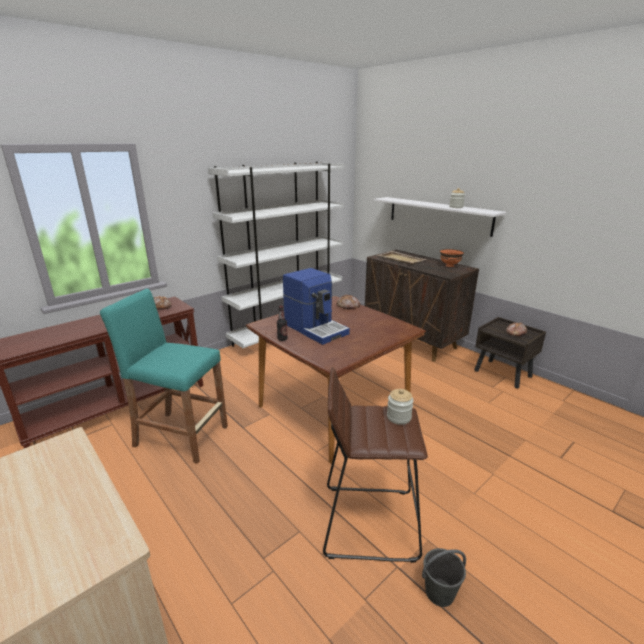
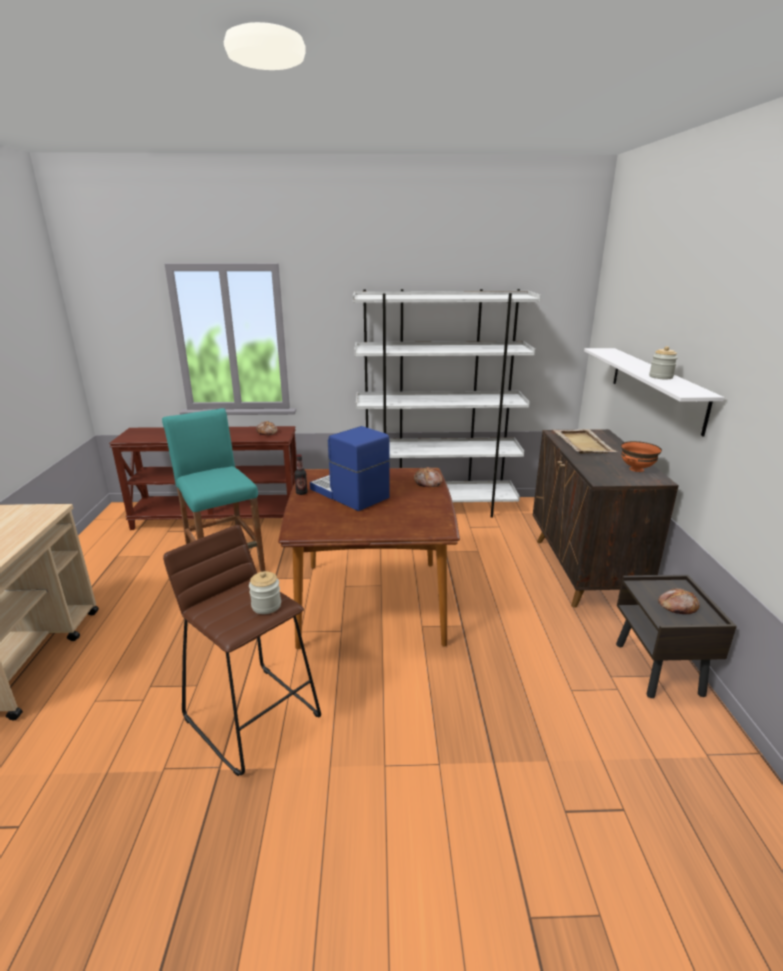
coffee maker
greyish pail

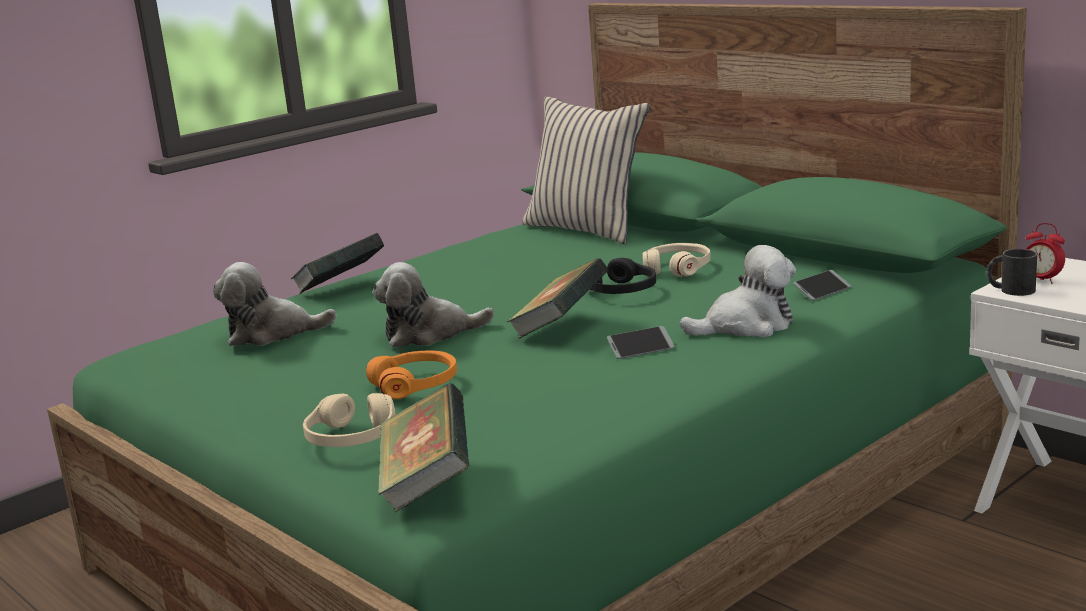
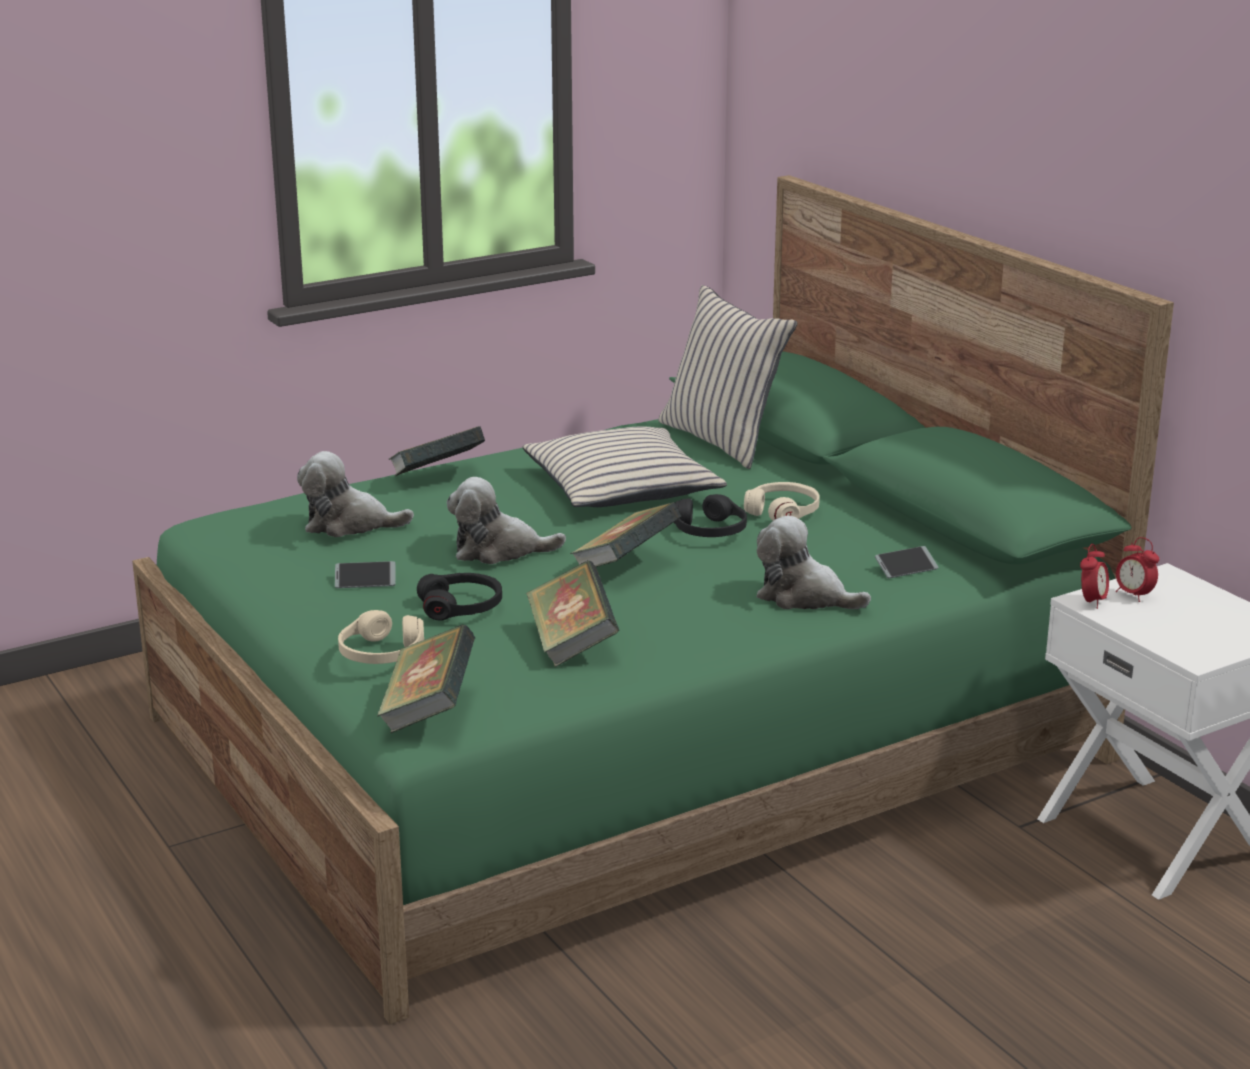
black headphones (1st from left)
handset (1st from left)
cuddly toy (3rd from left)
alarm clock (1st from left)
beige-coloured pillow (1st from left)
volume (3rd from left)

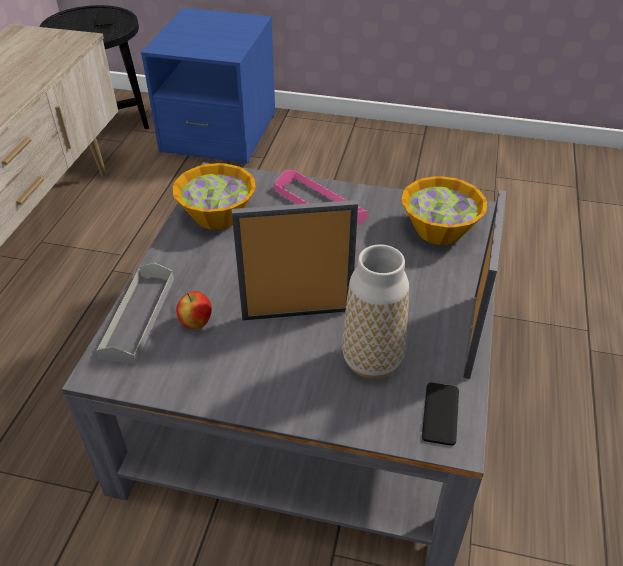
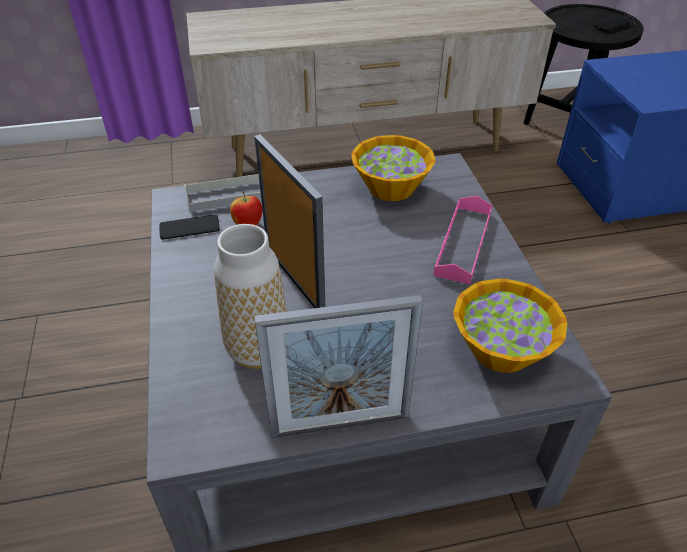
handset (1st from left)

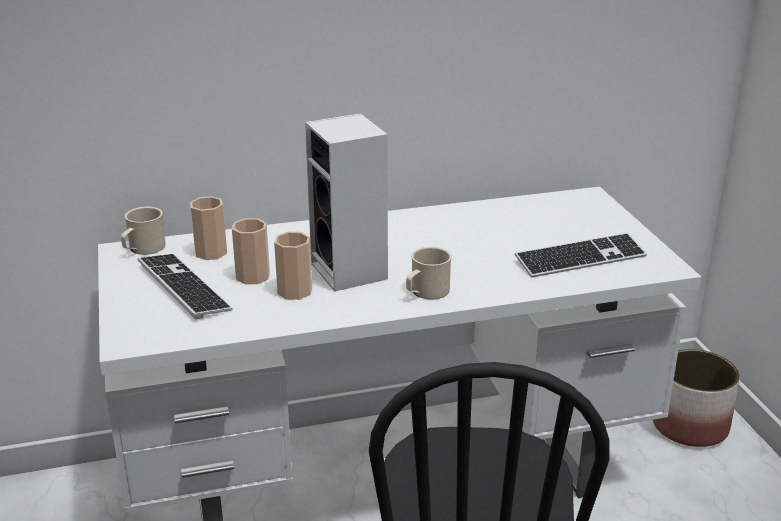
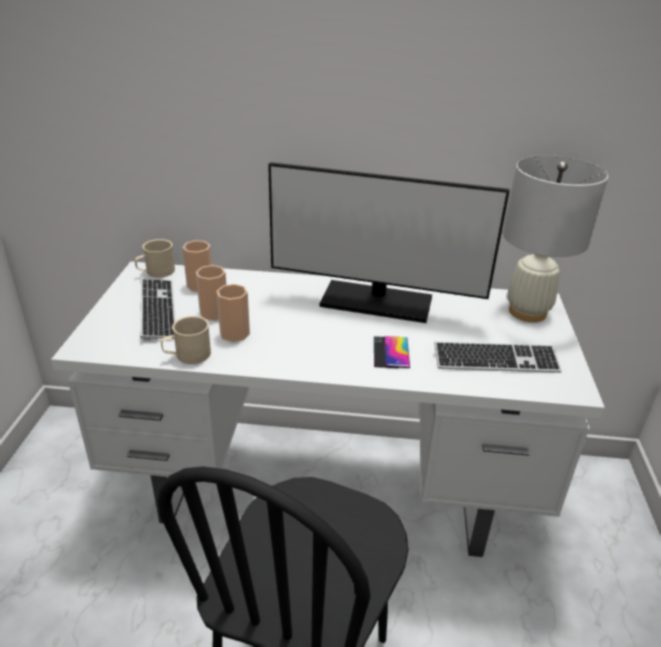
speaker
beige-coloured mug (2nd from left)
planter
computer display
handset
whitish lamp for a table

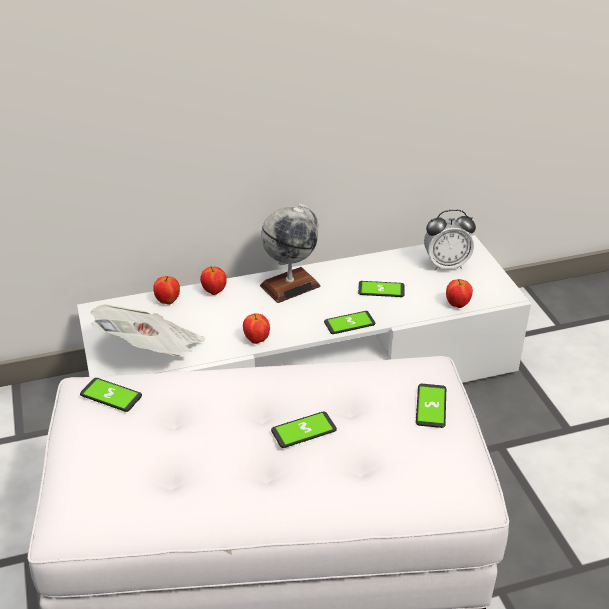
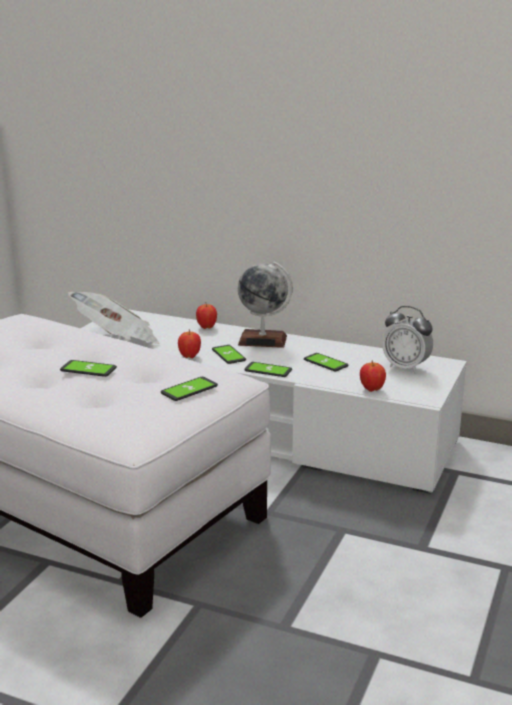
handset (3rd from left)
apple (1st from left in the first image)

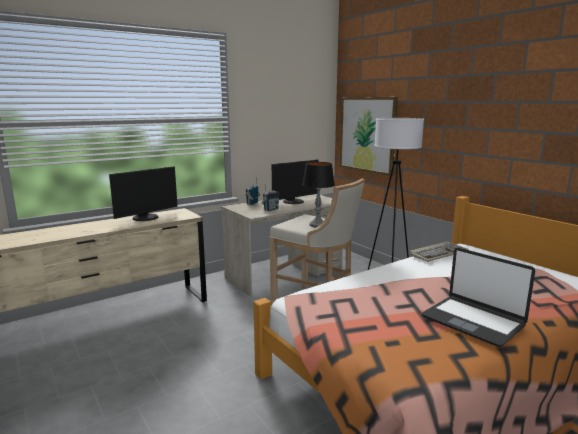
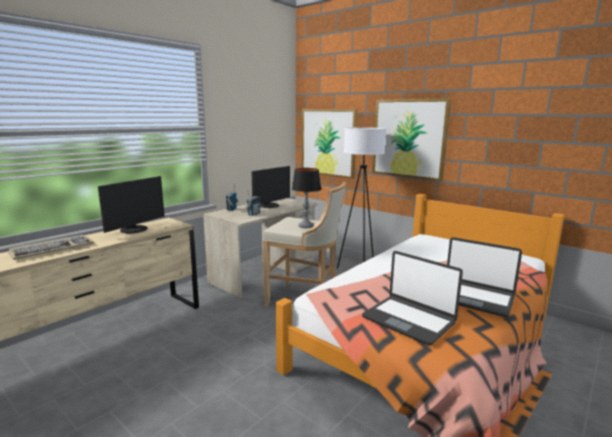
keyboard
portable computer (1st from left)
wall picture (2nd from left)

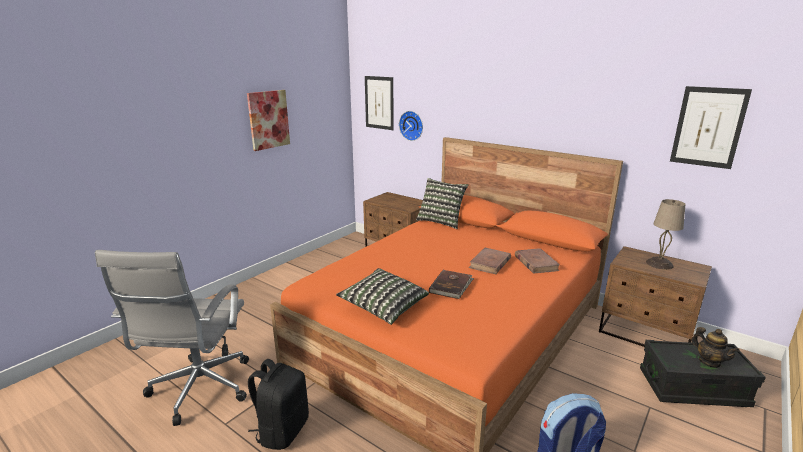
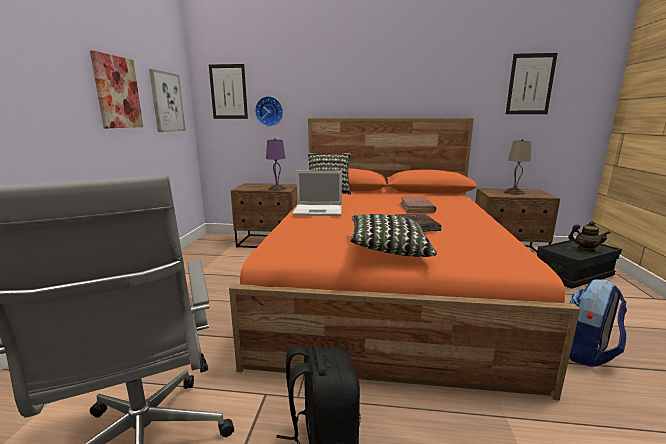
brown-coloured volume (3rd from left in the first image)
wall picture (2nd from left)
purple lamp for a table
portable computer

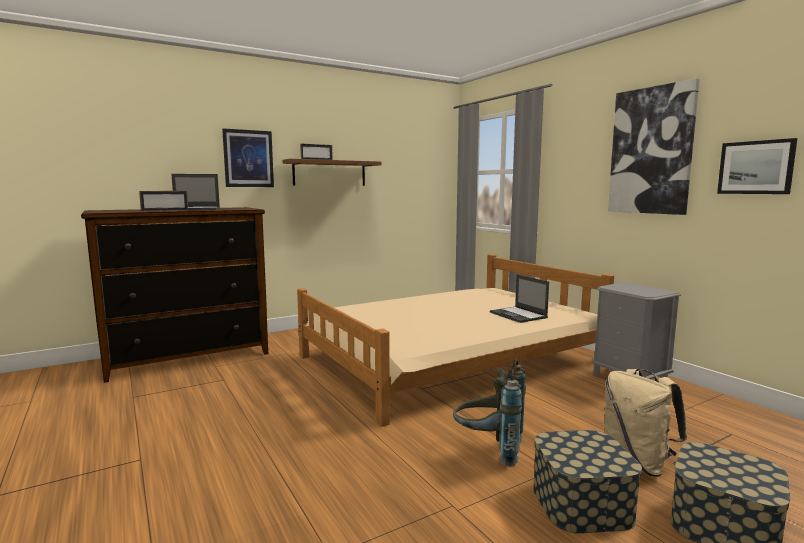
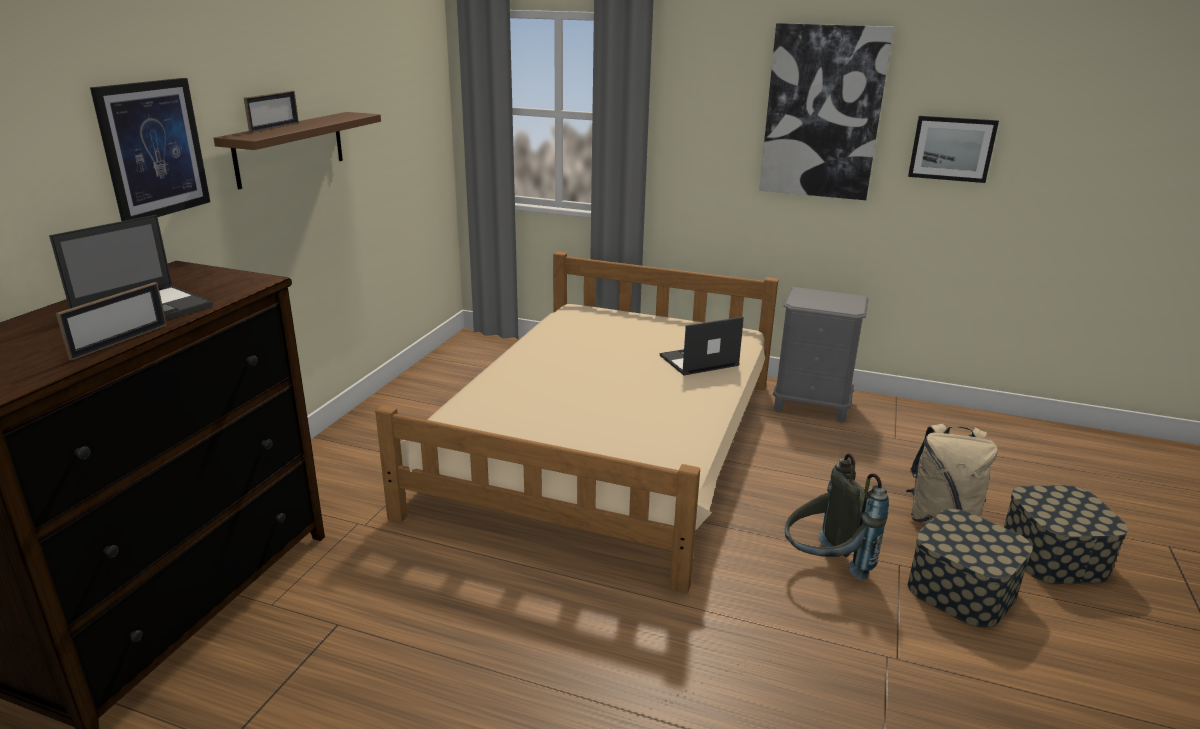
portable computer (2nd from left)

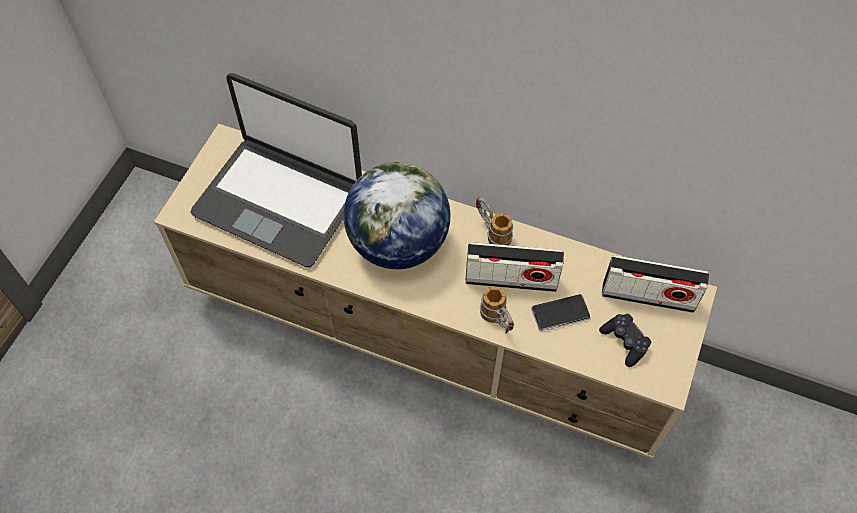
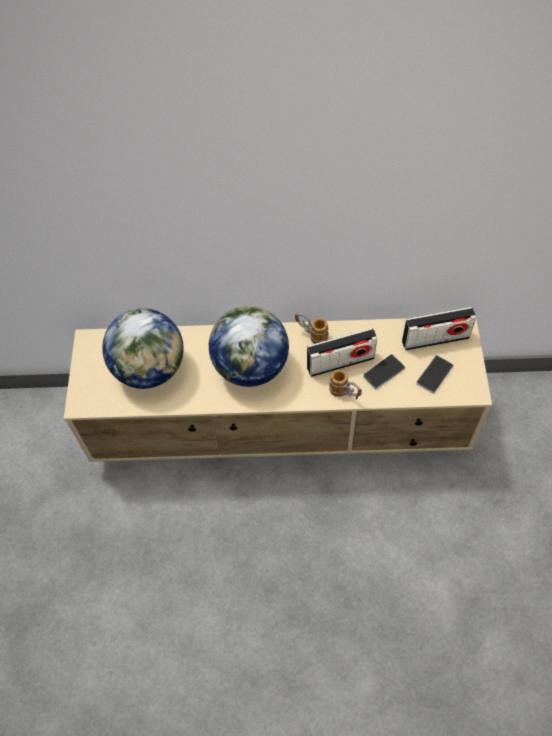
world globe (1st from left)
handset (2nd from left)

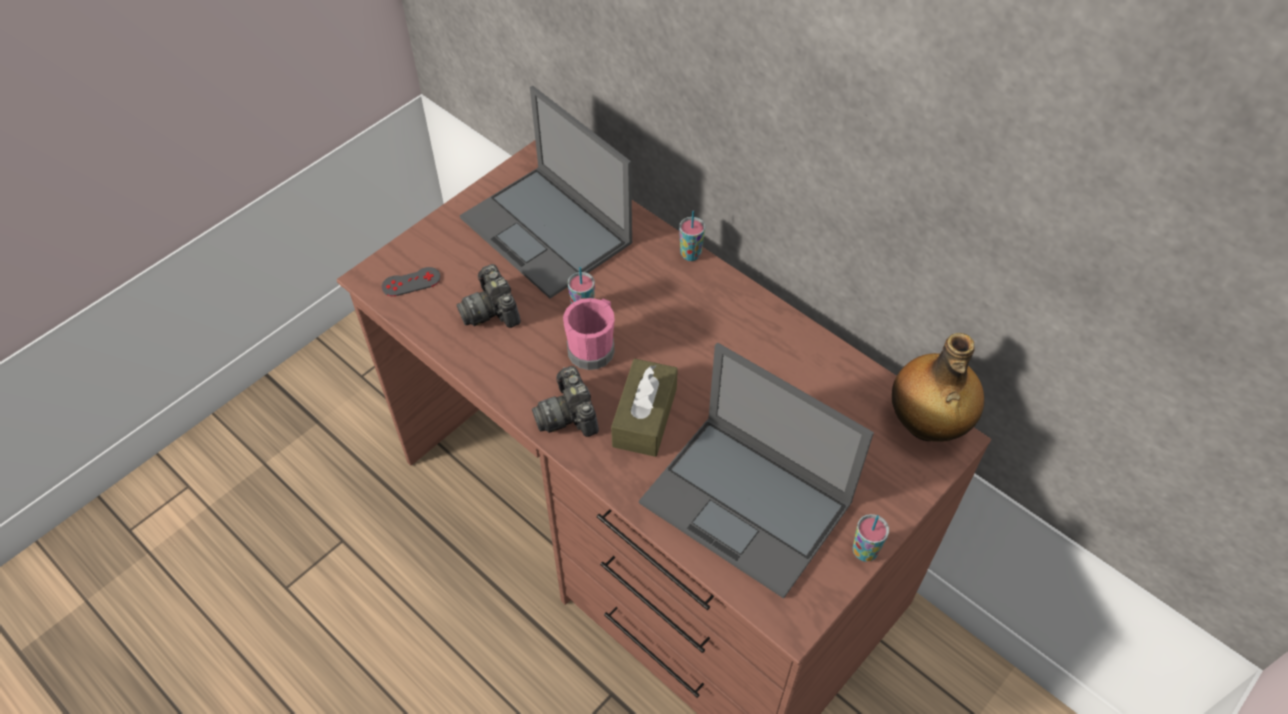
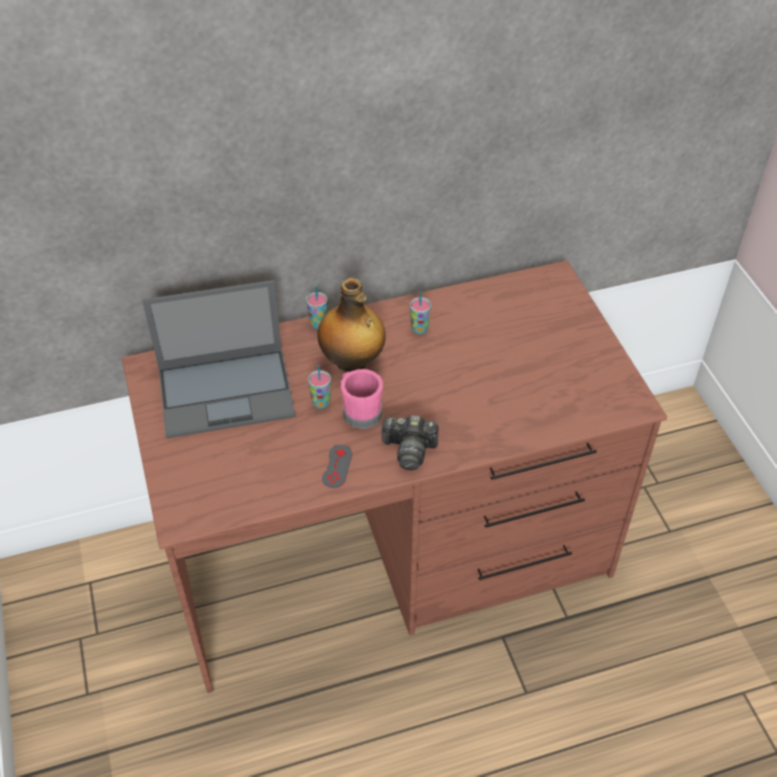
greyish game controller
still camera (1st from left in the first image)
brown-coloured tissue box
portable computer (2nd from left in the first image)
cup (3rd from left)
drink bottle

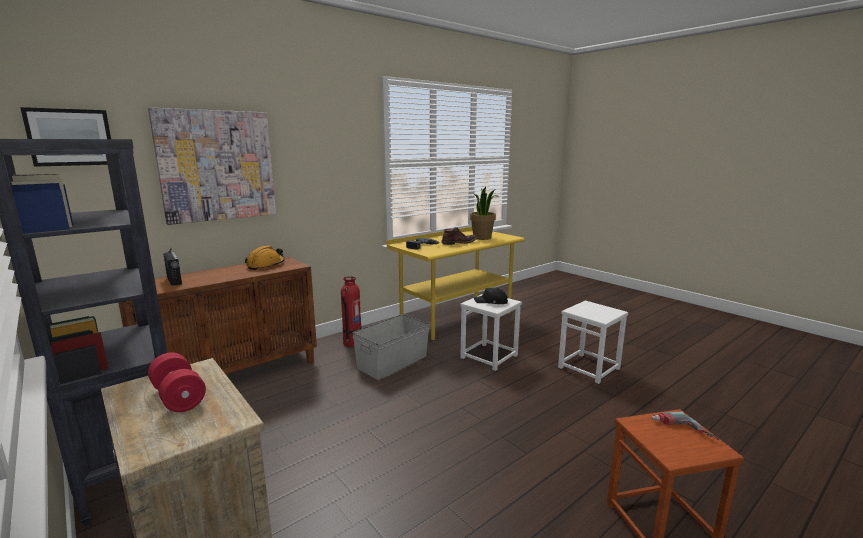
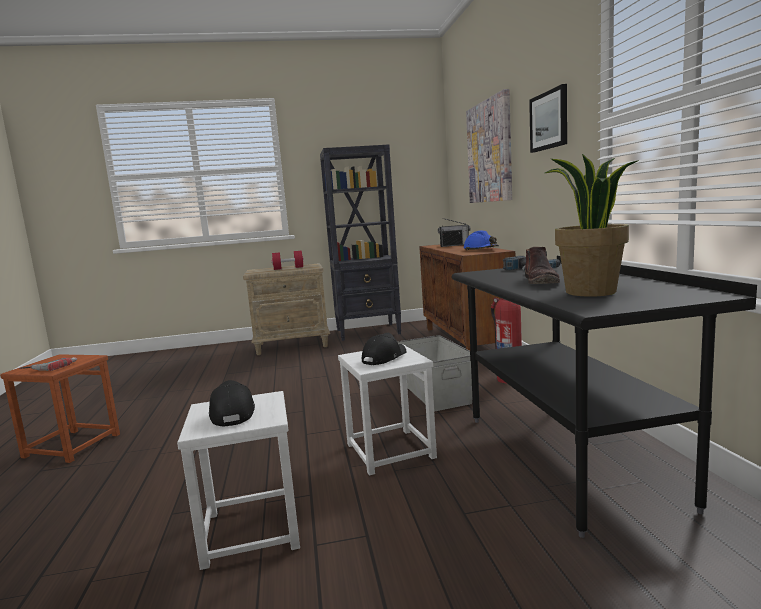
wall picture (2nd from left)
blue-coloured safety helmet
black desk table
black baseball cap (1st from left)

